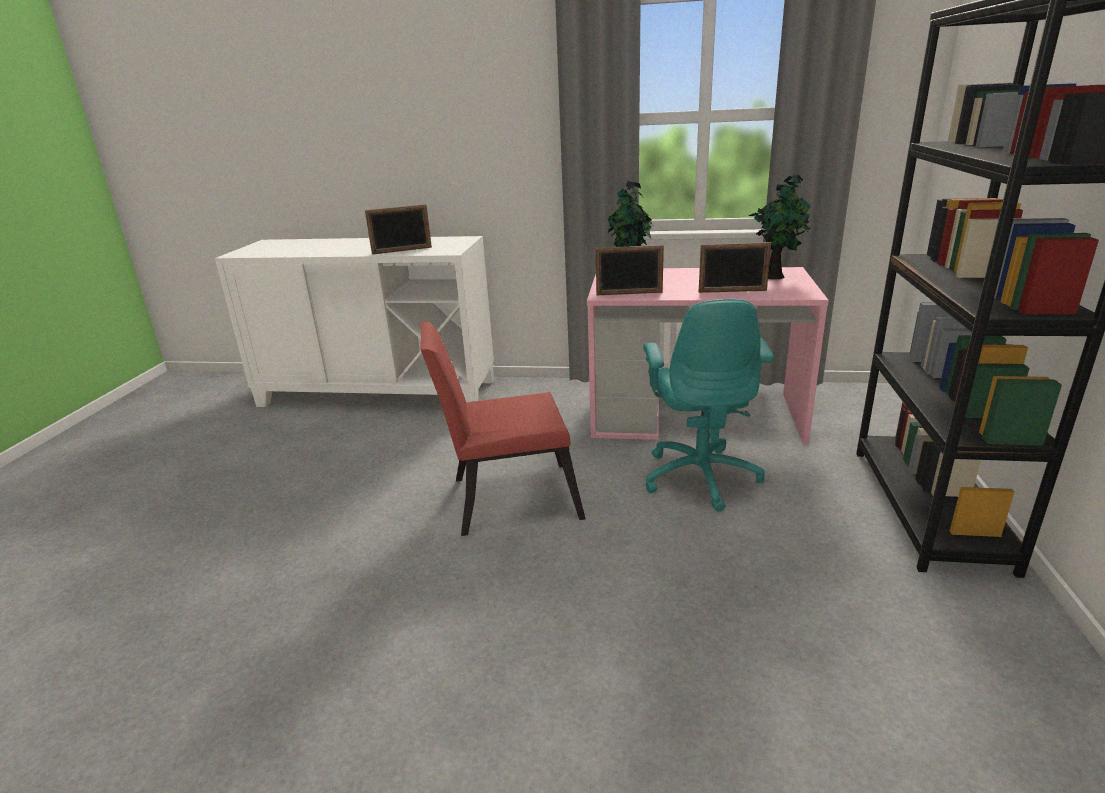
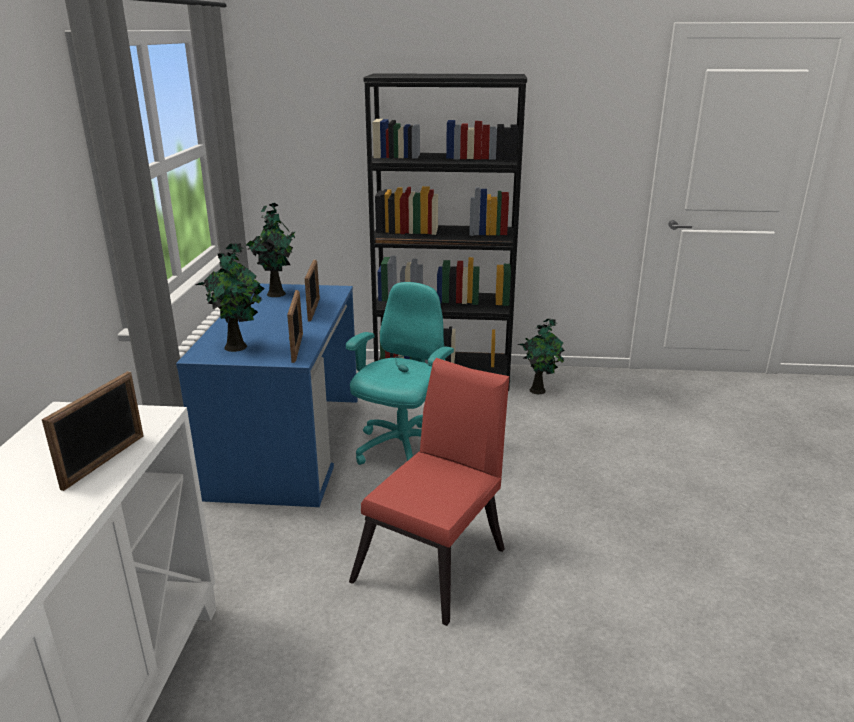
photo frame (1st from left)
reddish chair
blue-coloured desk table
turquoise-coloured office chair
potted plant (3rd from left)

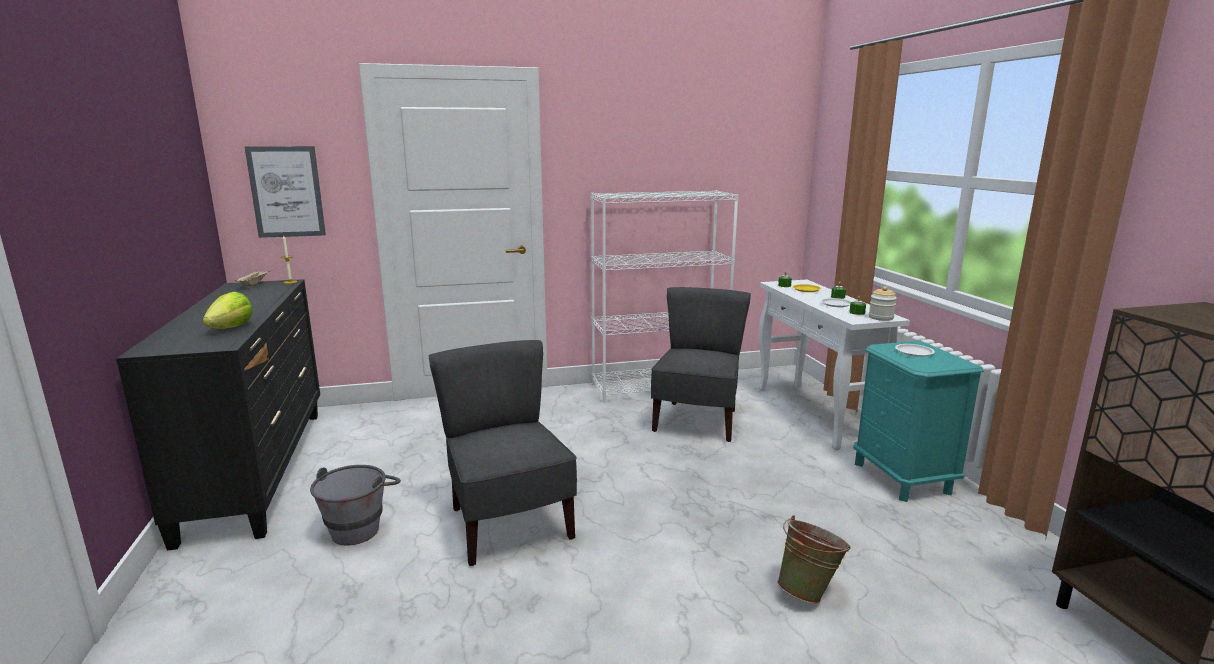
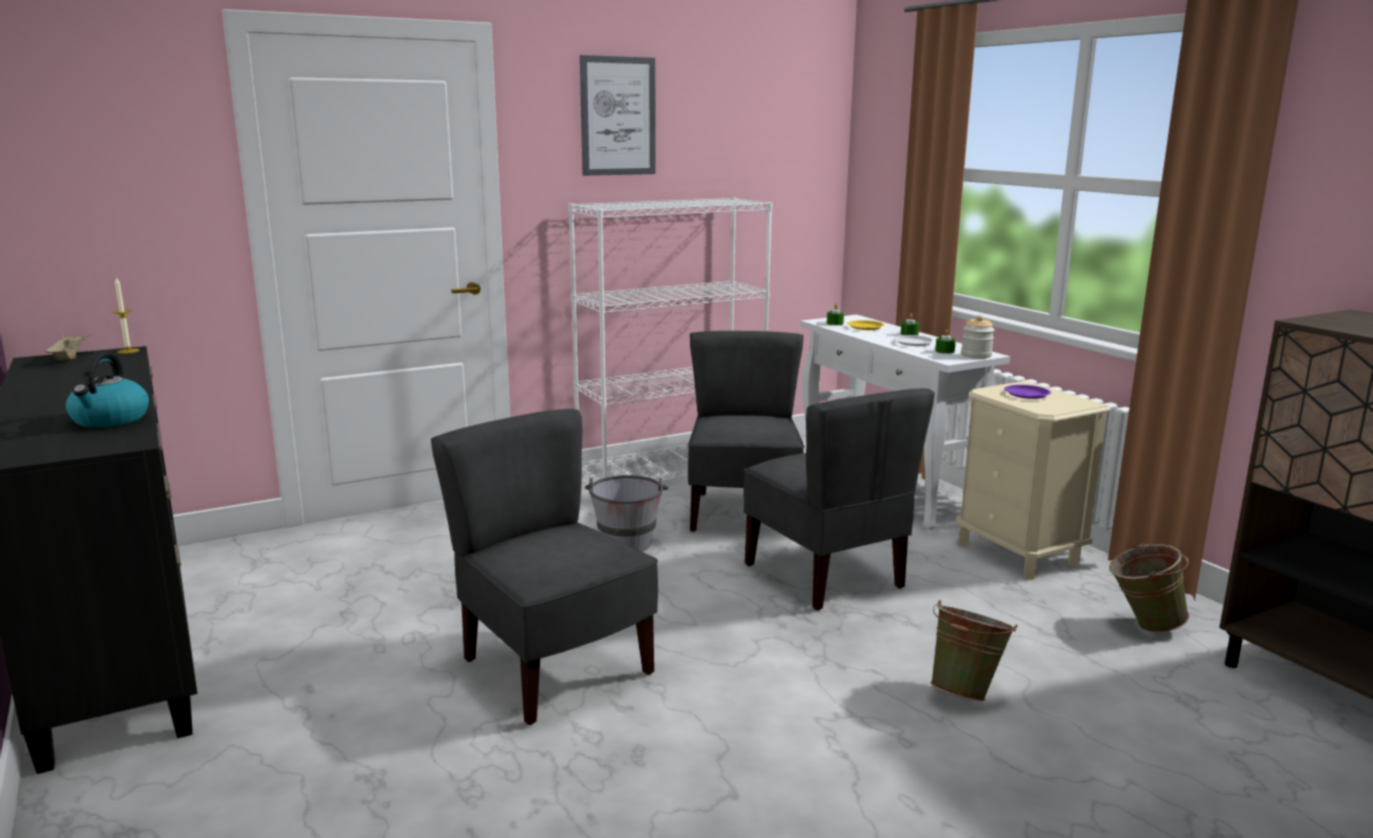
water kettle
wall picture
greyish pail
beige-coloured nightstand
purple dinner plate
greyish chair (3rd from left)
greenish pail (2nd from left)

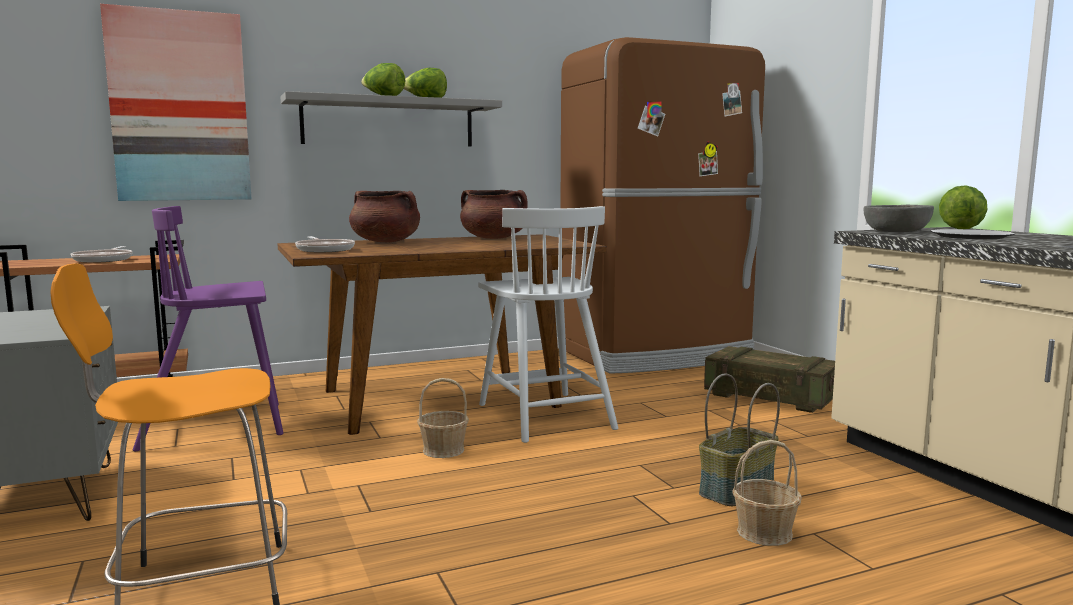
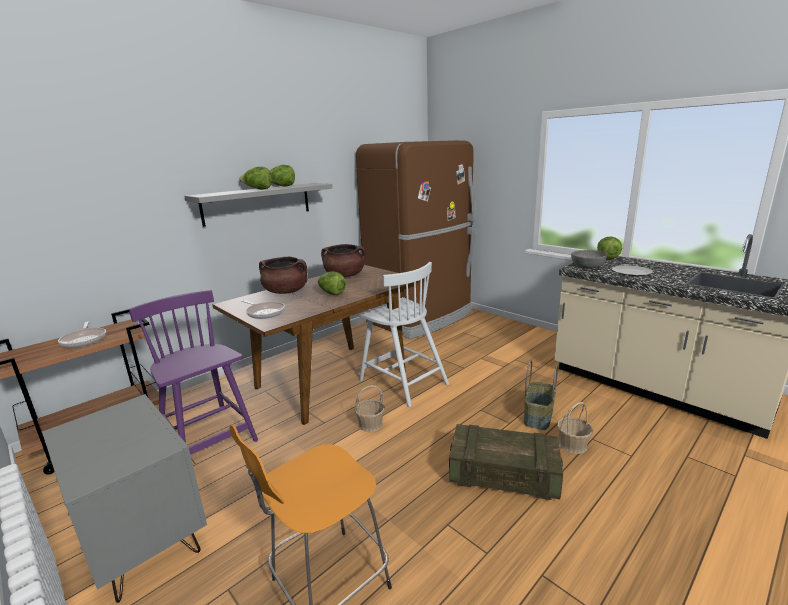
wall picture
purple chair
shipping crate
lettuce head (3rd from left)

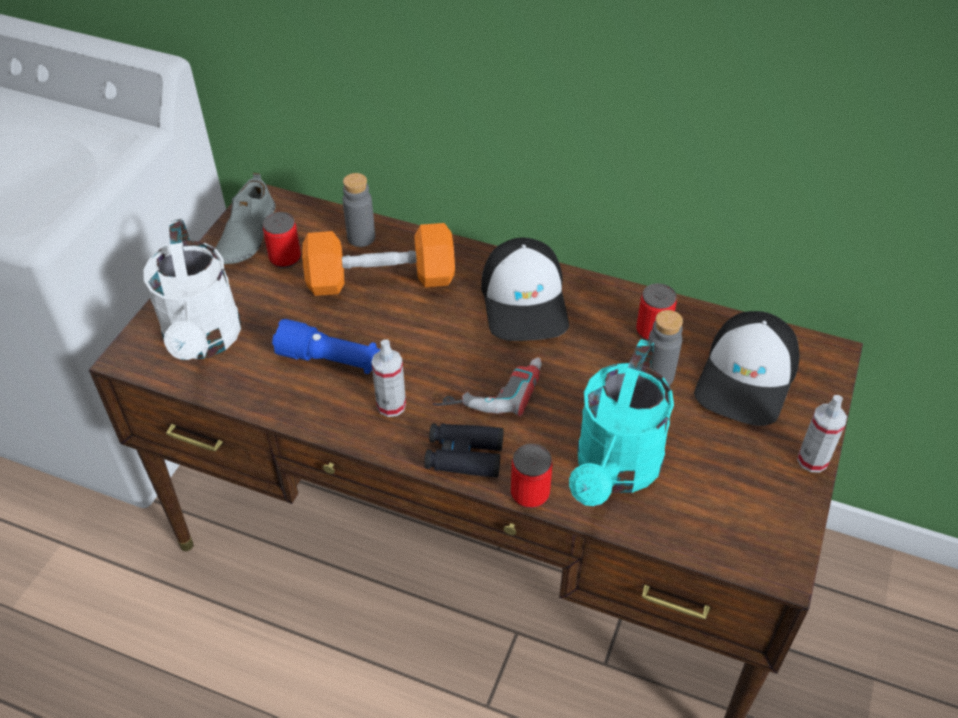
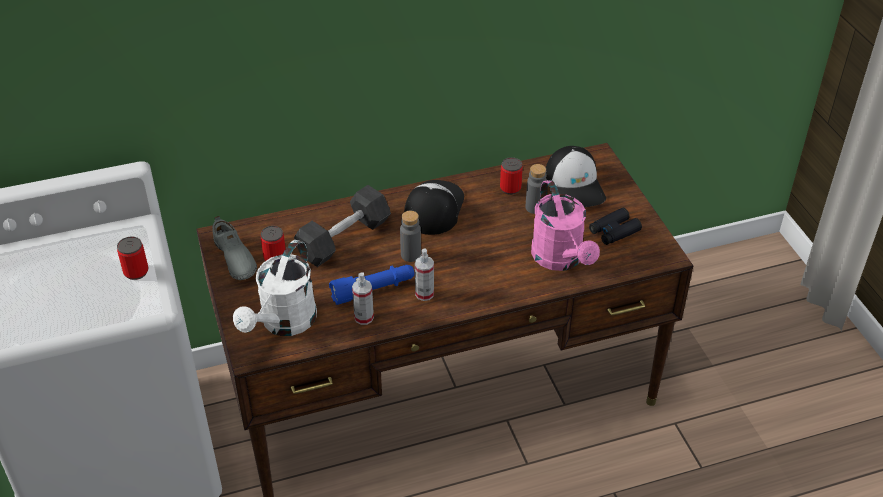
whitish watering can
black free weight
greyish drink bottle (1st from left)
black field glasses
drill
baseball cap (1st from left)
can (1st from left)
pinkish watering can
spray bottle (1st from left)

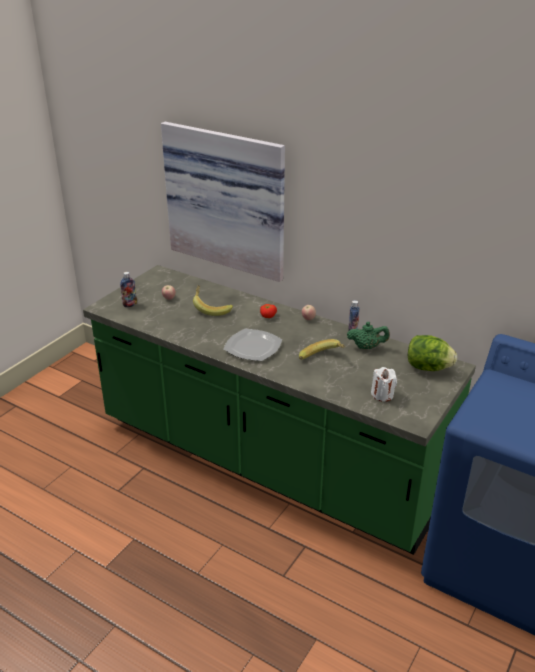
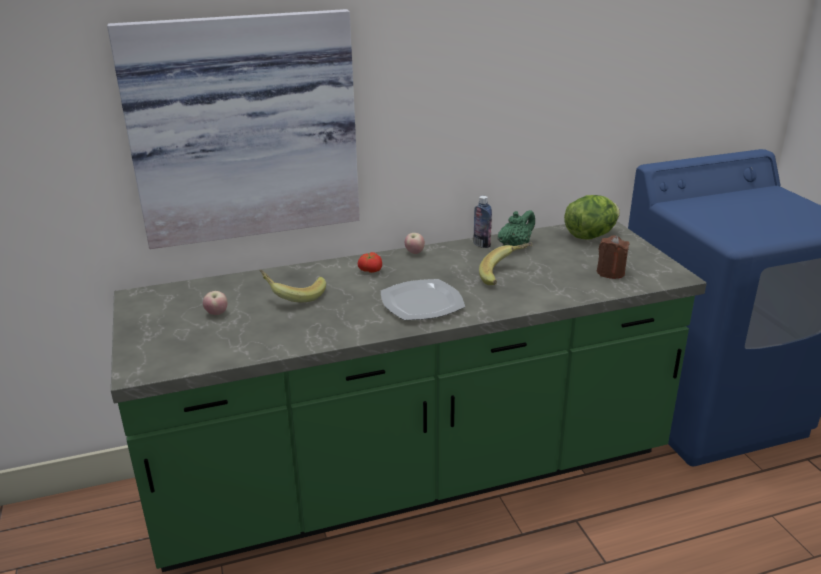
drink bottle (1st from left in the first image)
brown-coloured wax candle

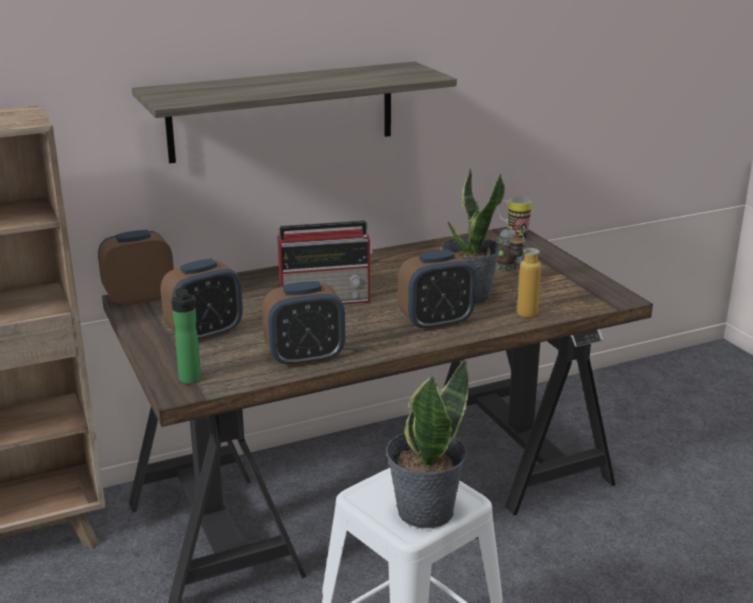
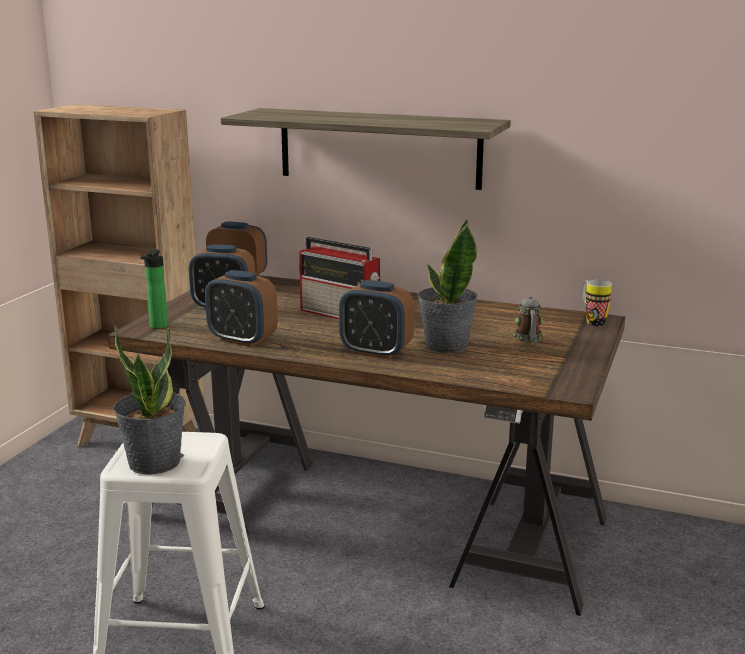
drink bottle (2nd from left in the first image)

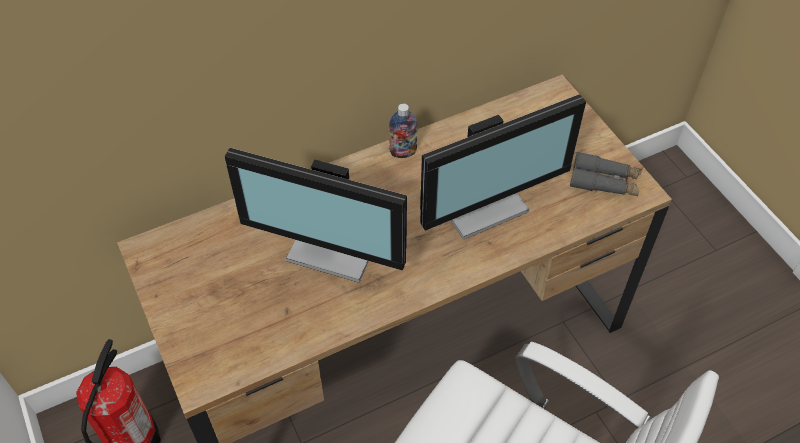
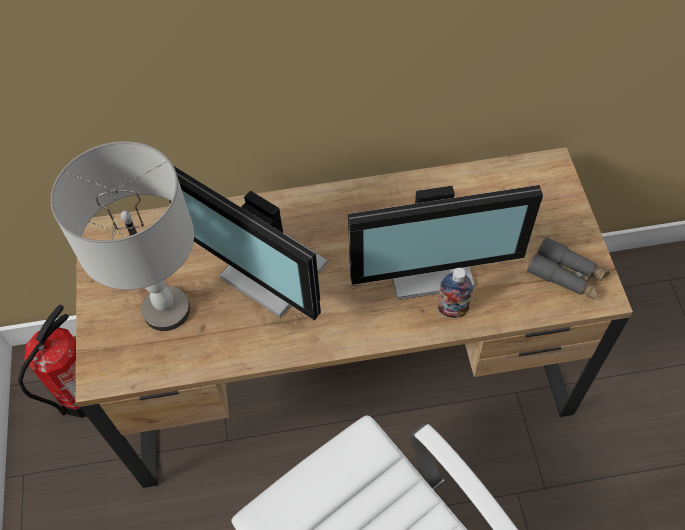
drink bottle
greyish lamp for a table

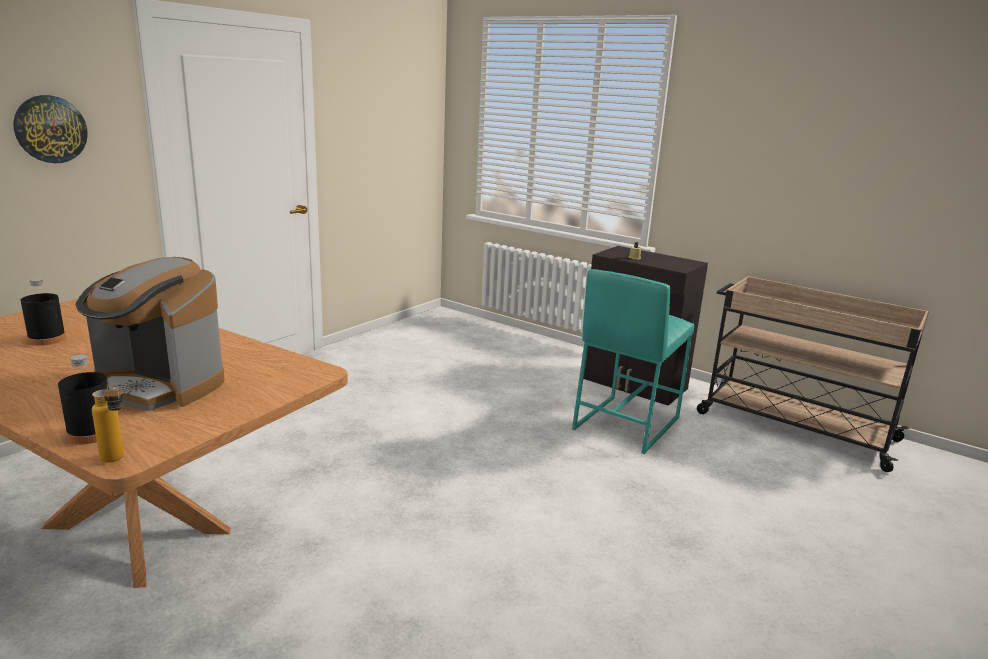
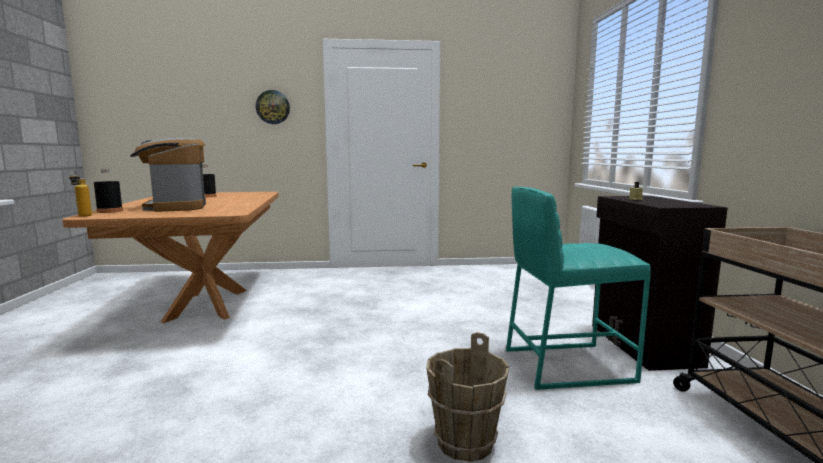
brown-coloured pail

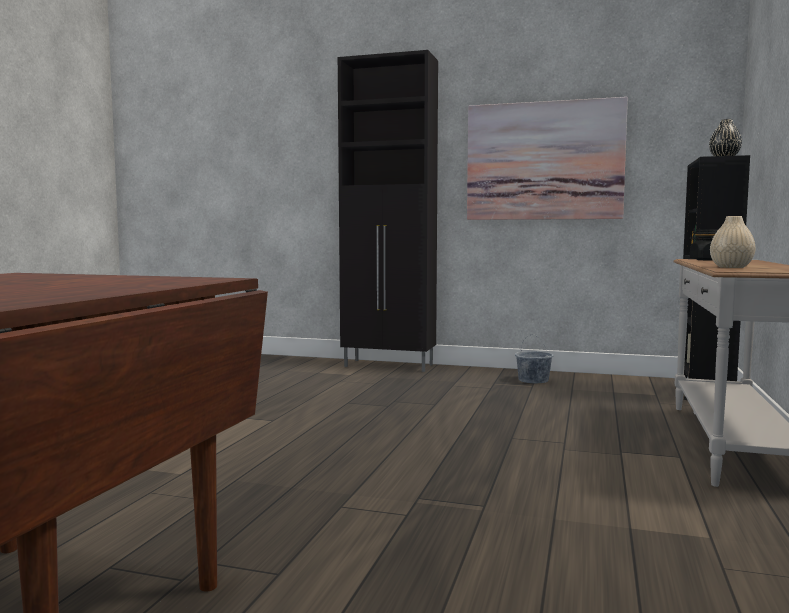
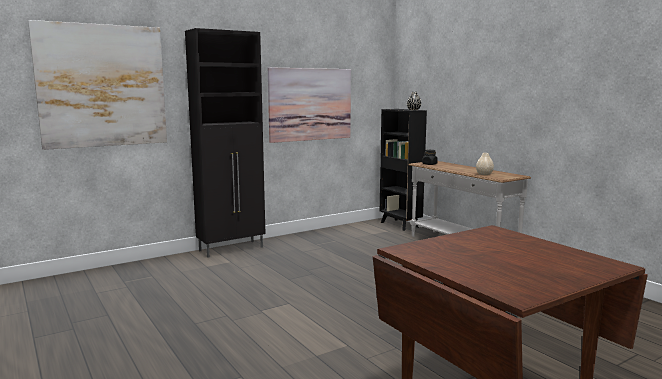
greyish pail
wall picture (1st from left)

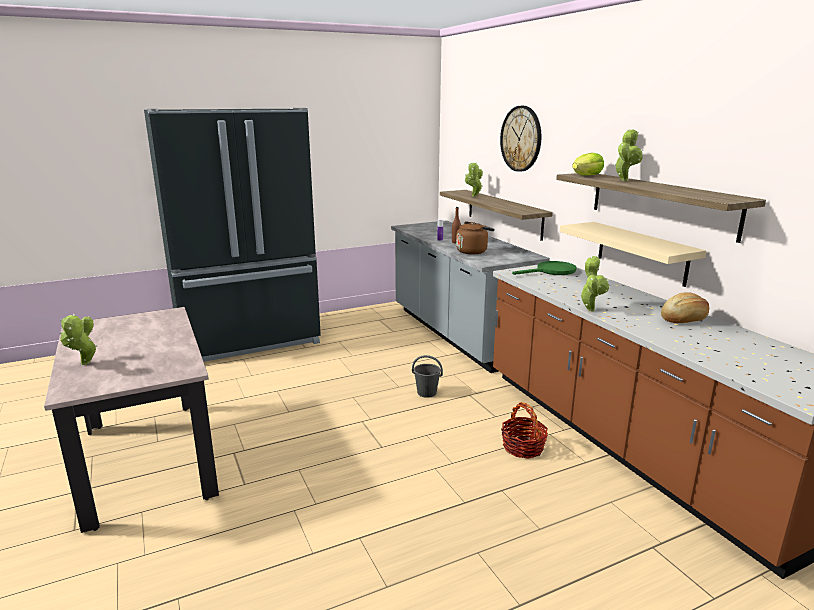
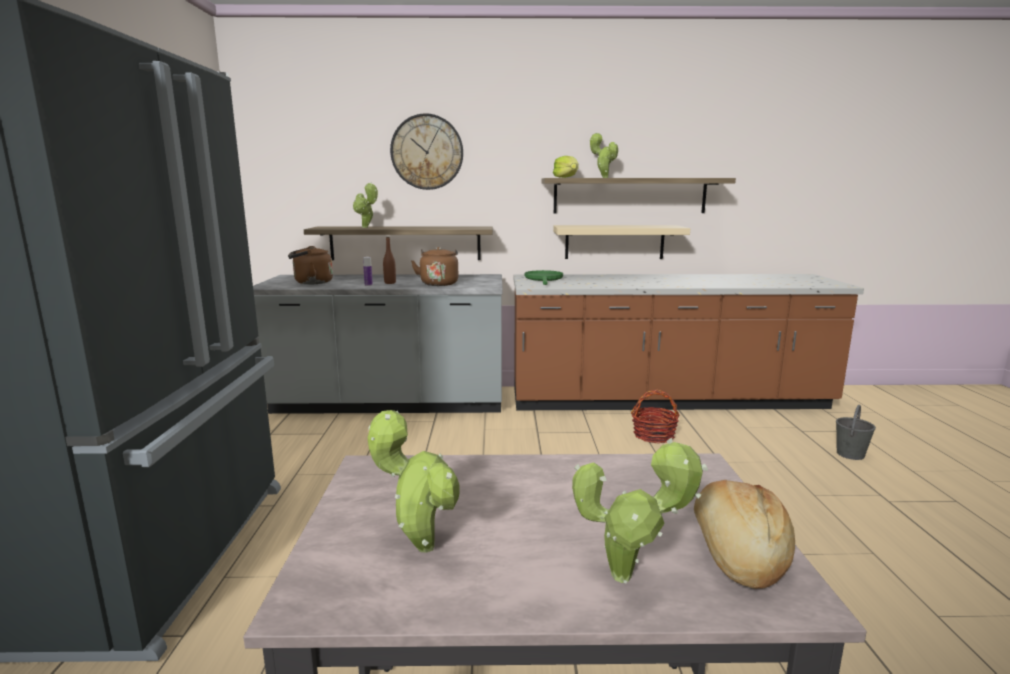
greyish pail
potted plant (2nd from left)
baked bread
brown-coloured water kettle (1st from left)

